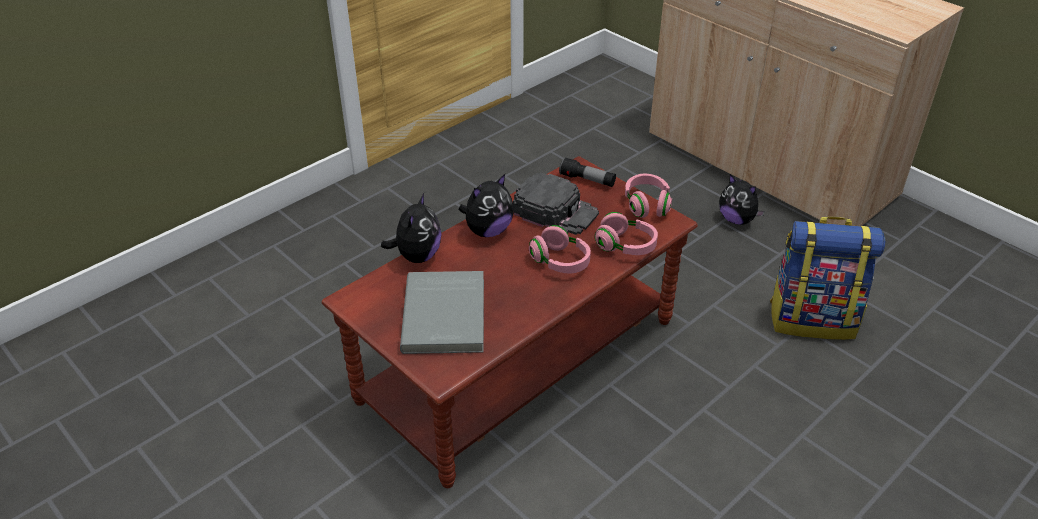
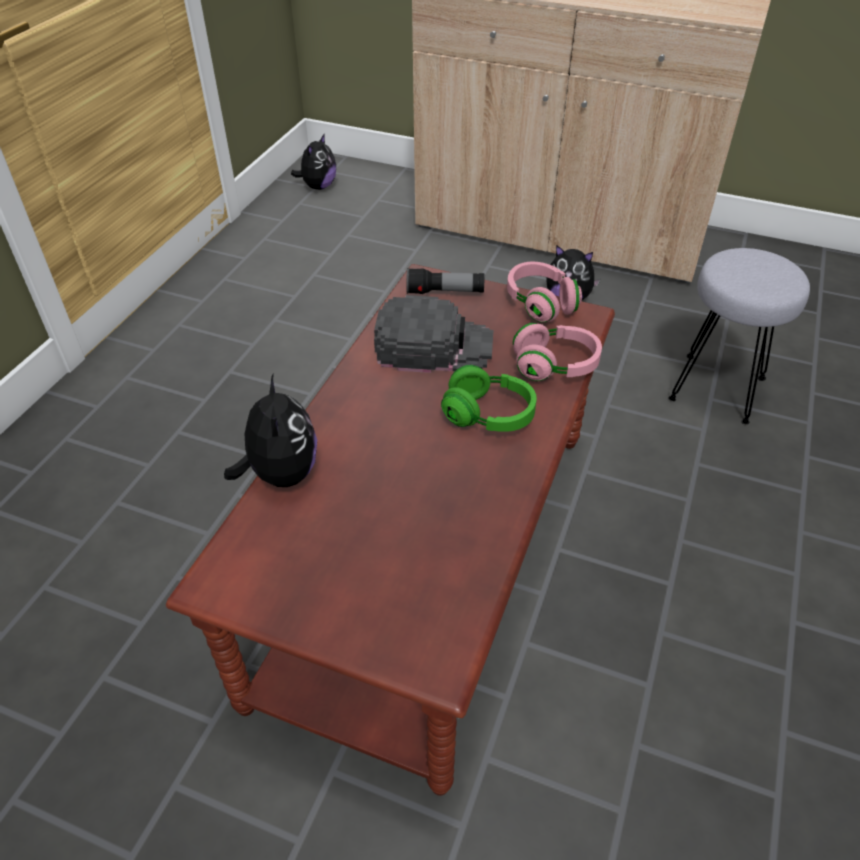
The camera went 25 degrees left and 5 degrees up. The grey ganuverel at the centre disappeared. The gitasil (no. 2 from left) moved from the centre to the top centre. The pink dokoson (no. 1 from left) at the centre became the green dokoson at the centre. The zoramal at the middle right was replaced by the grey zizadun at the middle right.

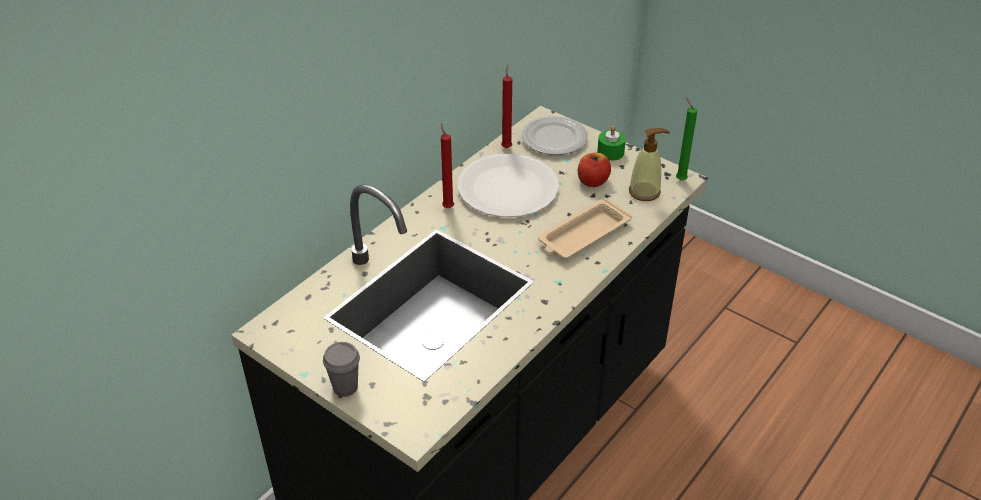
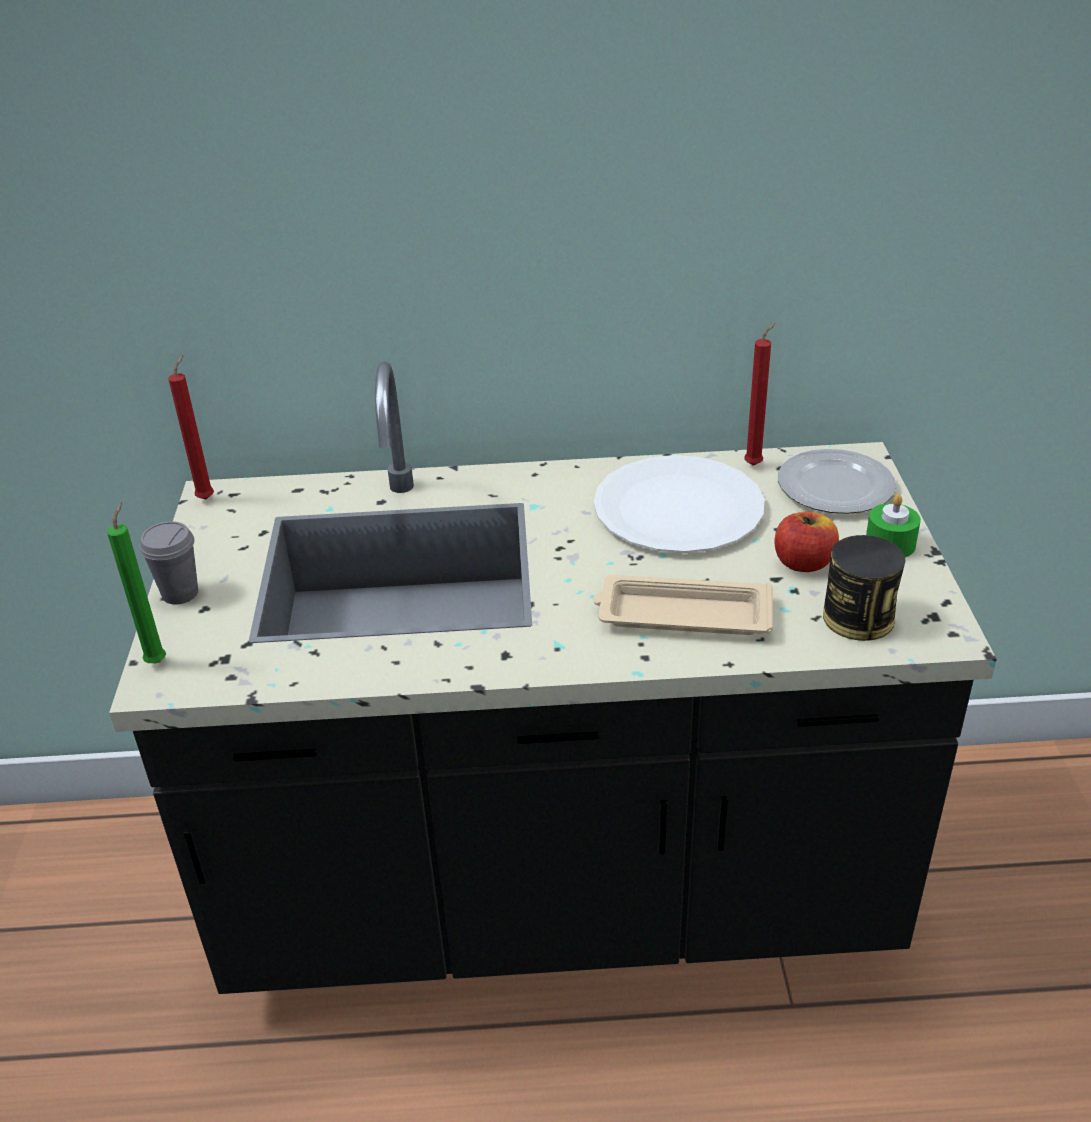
The camera went 50 degrees right and 5 degrees down. The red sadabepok (no. 1 from left) moved from the top centre to the middle left. The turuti at the top centre was replaced by the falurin at the middle right. The green sadabepok (no. 2 from left in the first image) moved from the top right to the middle left.

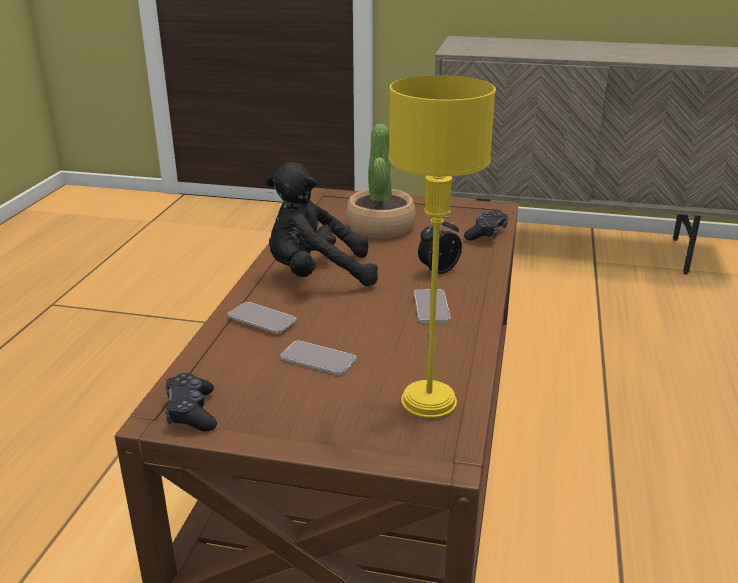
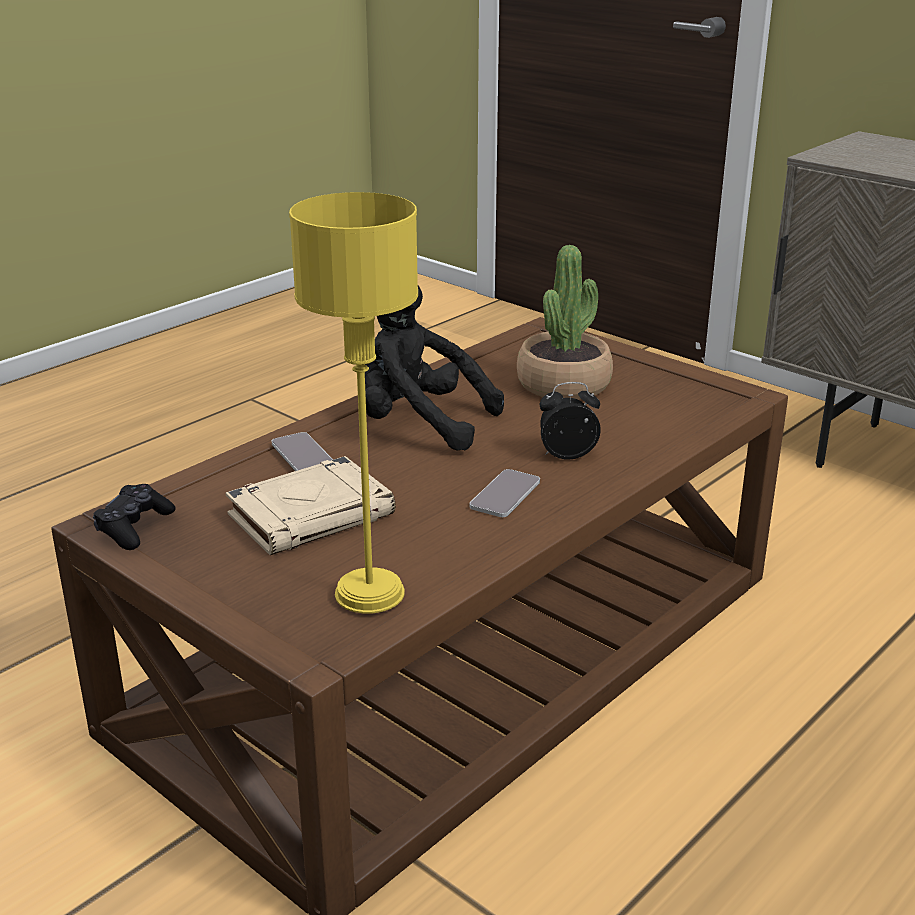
The camera went 30 degrees right and 0 degrees up. The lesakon (no. 2 from left) at the centre was replaced by the beige ganuverel at the centre. The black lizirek (no. 2 from left) at the centre disappeared.

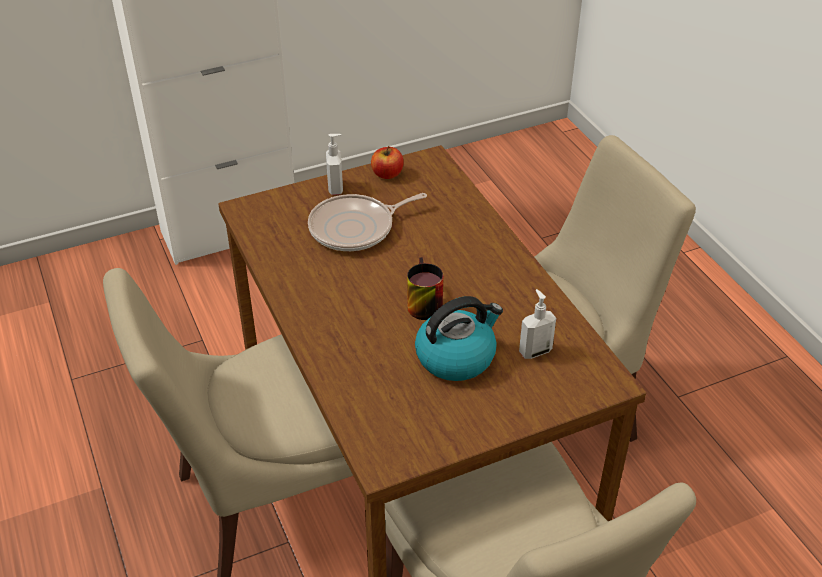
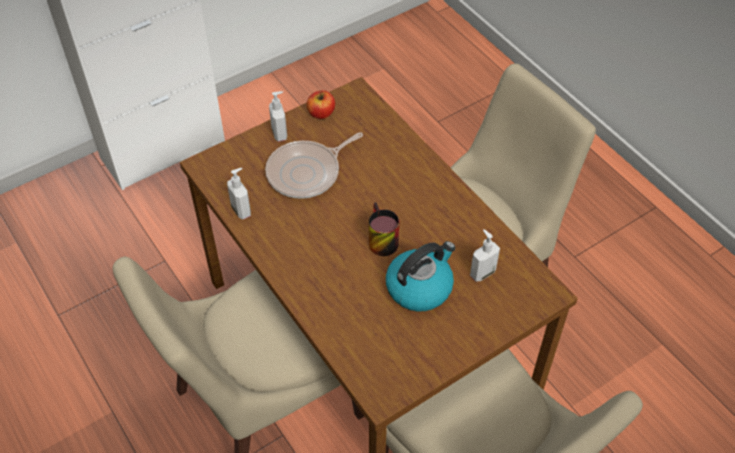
The camera went 10 degrees left and 10 degrees up. The turuti (no. 1 from left) at the middle left appeared.

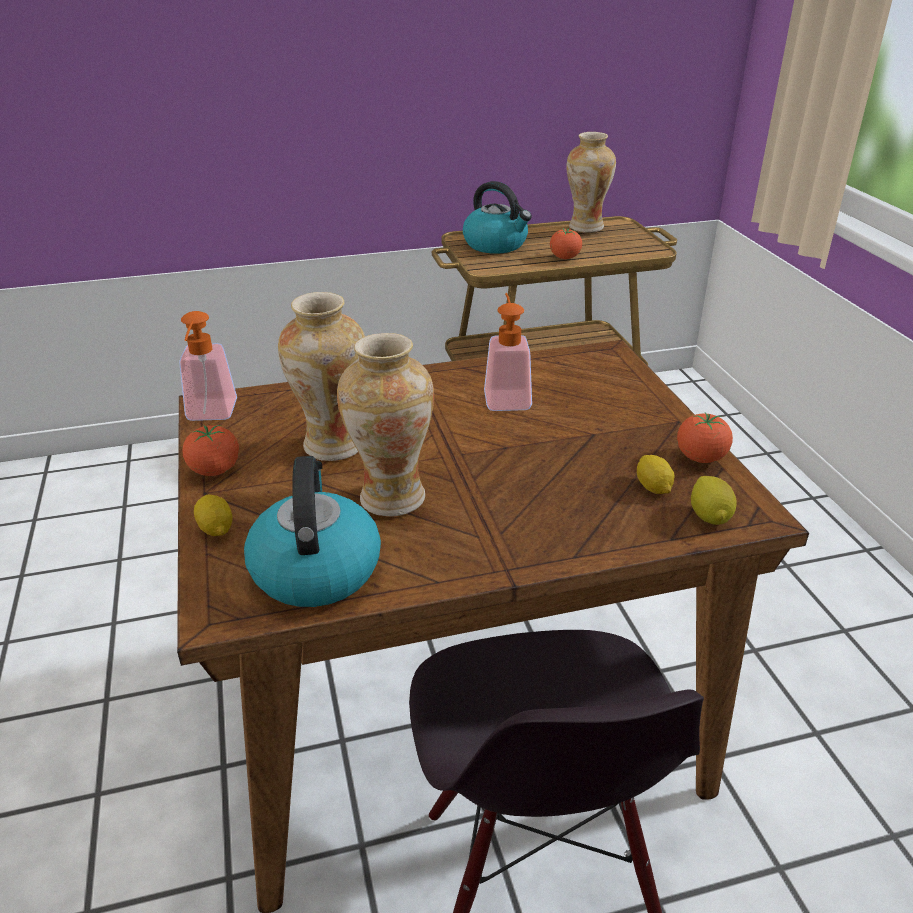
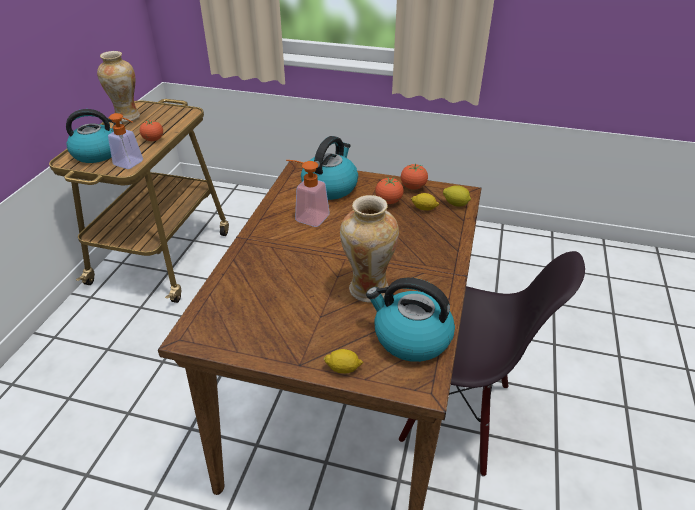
The camera went 60 degrees left and 5 degrees up. The turuti (no. 1 from left) moved from the middle left to the top left. The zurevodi (no. 1 from left in the first image) moved from the middle left to the centre. The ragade (no. 1 from left) at the centre disappeared. The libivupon (no. 2 from left) at the top centre appeared.

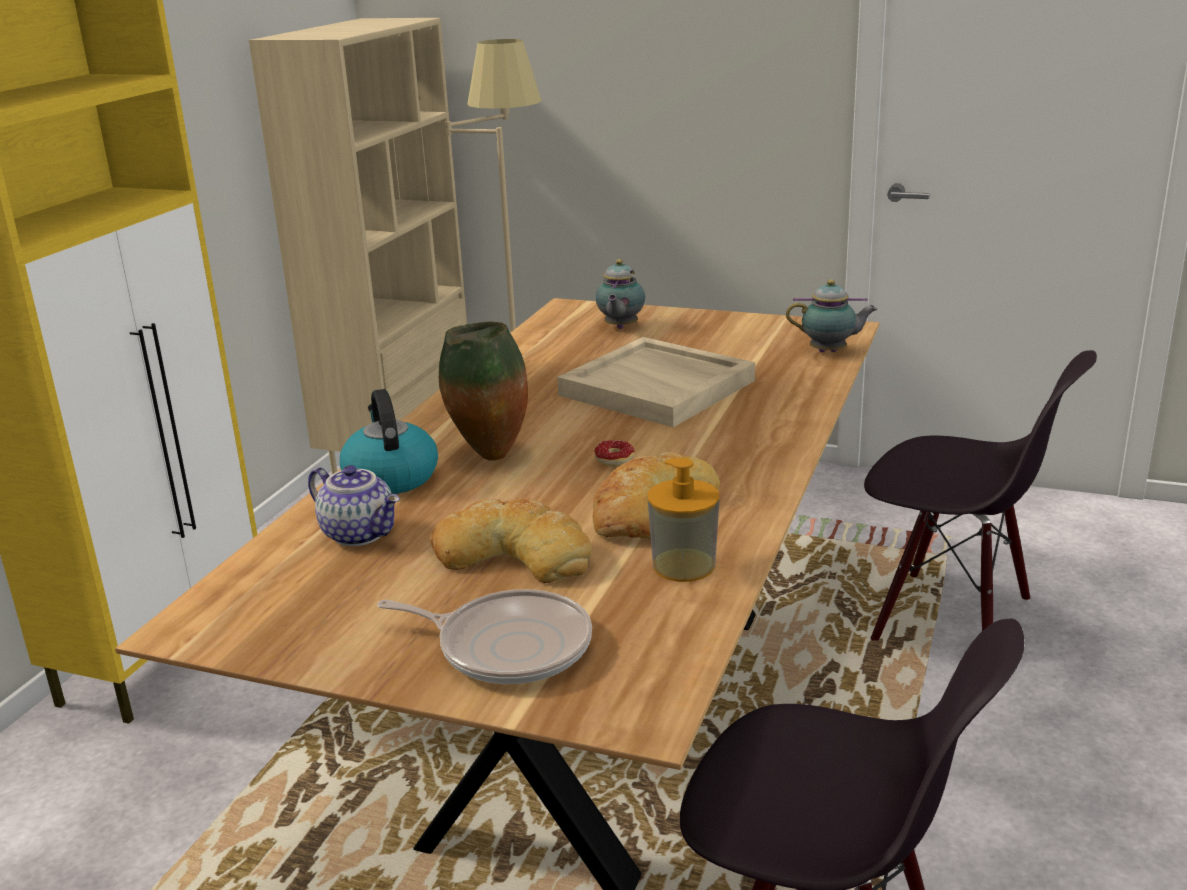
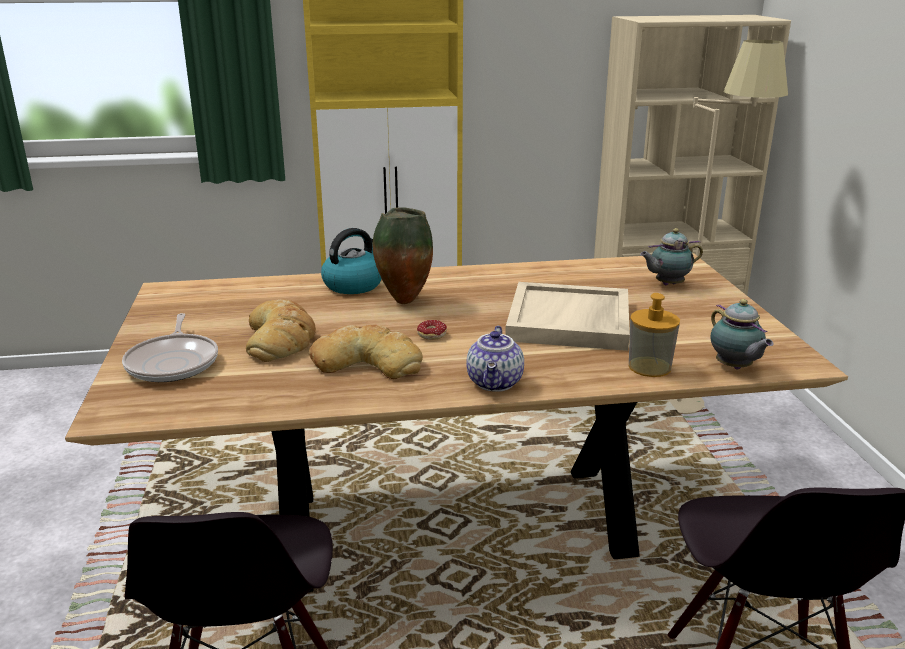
The camera went 60 degrees right and 0 degrees up. The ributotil (no. 1 from left) moved from the middle left to the centre. The turuti moved from the centre to the middle right.

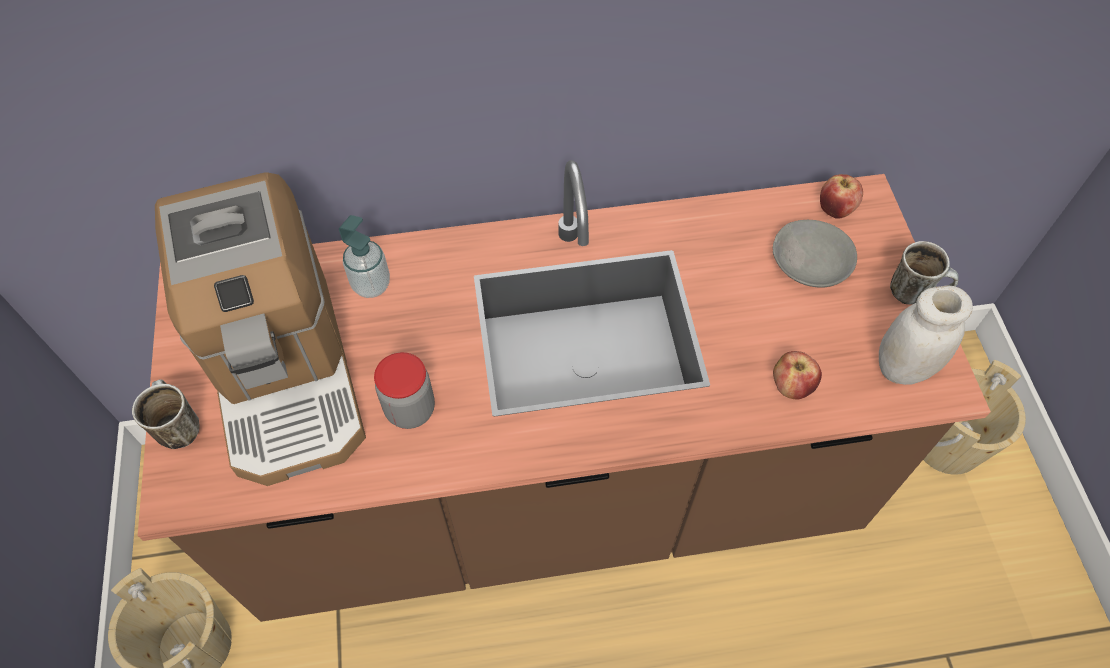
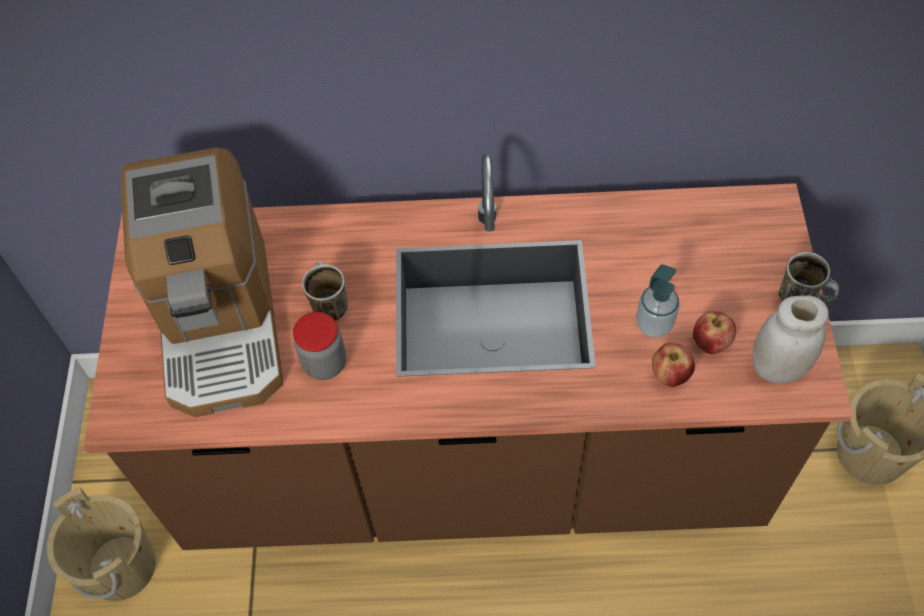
The camera went 10 degrees right and 0 degrees up. The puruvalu (no. 1 from left) moved from the middle left to the centre. The turuti moved from the middle left to the middle right. The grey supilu at the middle right disappeared. The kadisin (no. 2 from left) moved from the top right to the middle right.

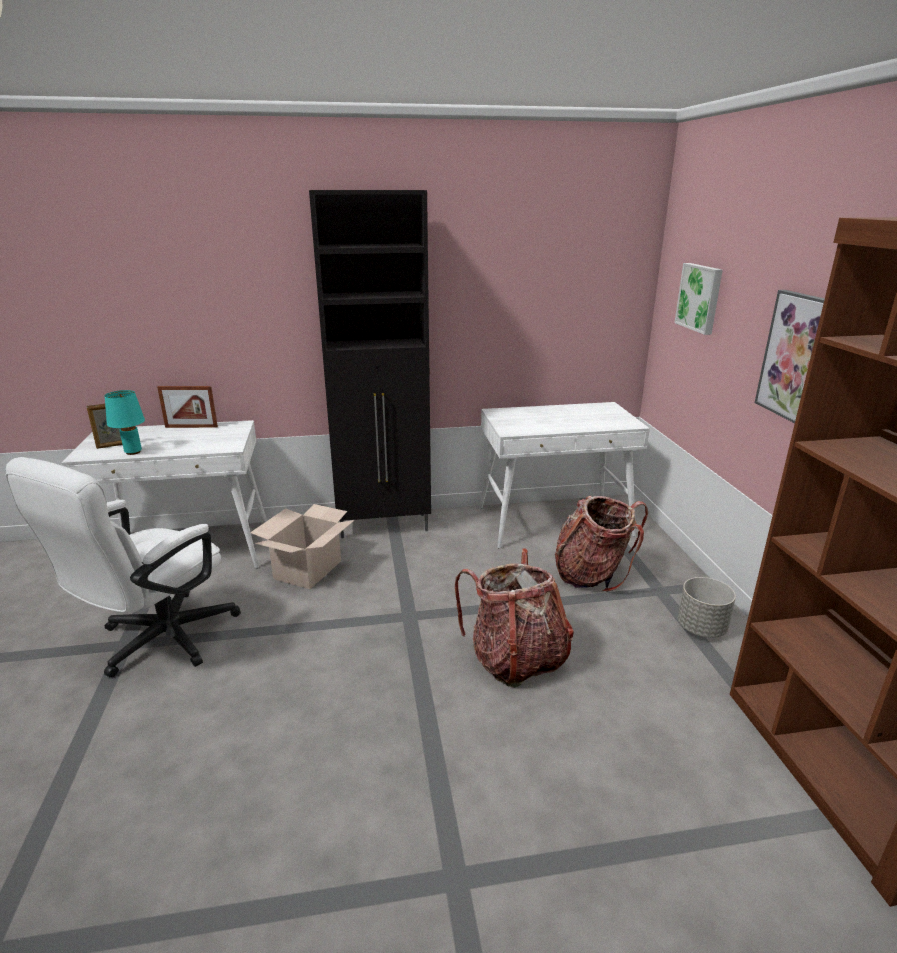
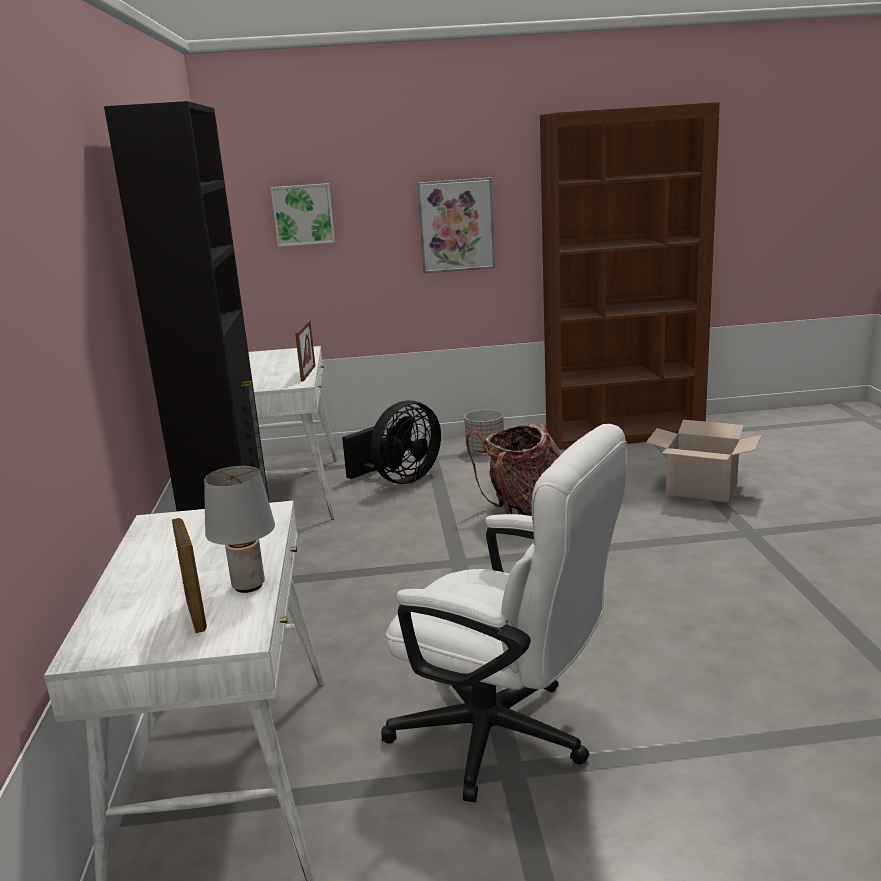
The camera went 85 degrees left and 5 degrees down. The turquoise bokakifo at the middle left became the grey bokakifo at the middle left. The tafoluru (no. 2 from left) moved from the middle left to the centre. The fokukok moved from the centre to the middle right. The zoramal (no. 2 from left) at the middle right was replaced by the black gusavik at the centre.

